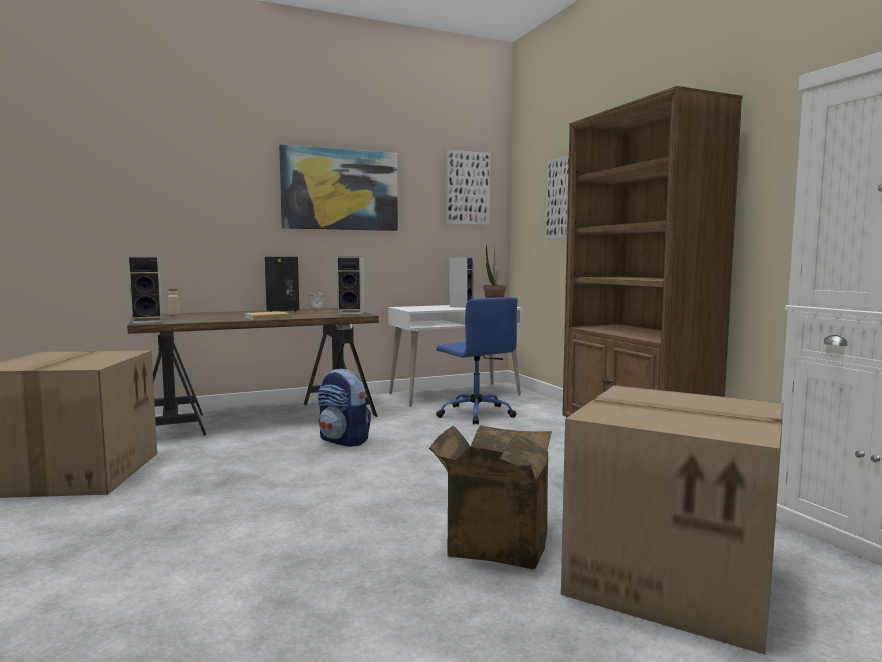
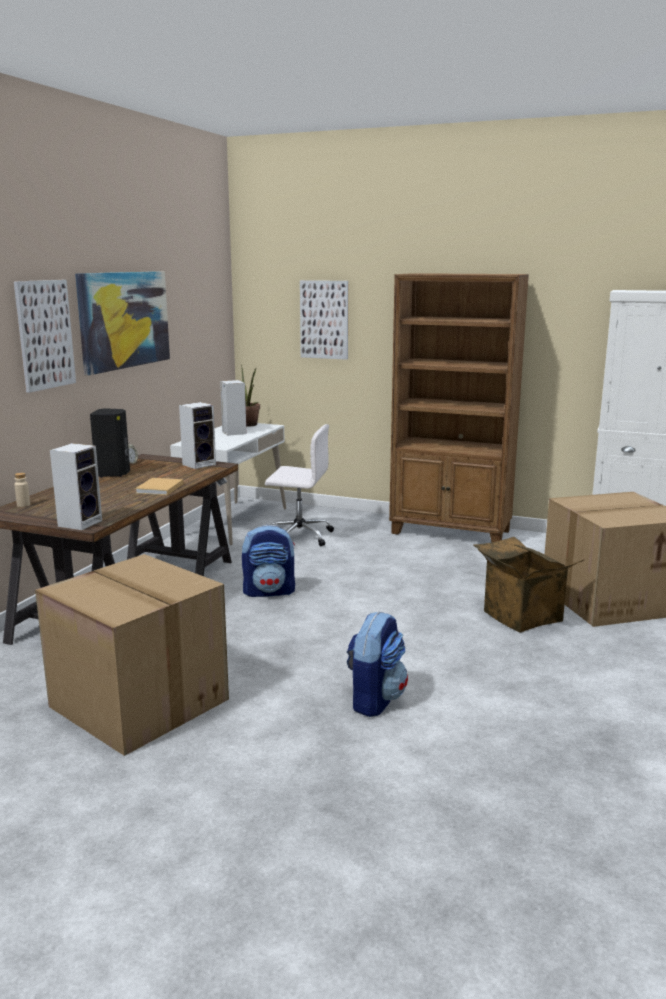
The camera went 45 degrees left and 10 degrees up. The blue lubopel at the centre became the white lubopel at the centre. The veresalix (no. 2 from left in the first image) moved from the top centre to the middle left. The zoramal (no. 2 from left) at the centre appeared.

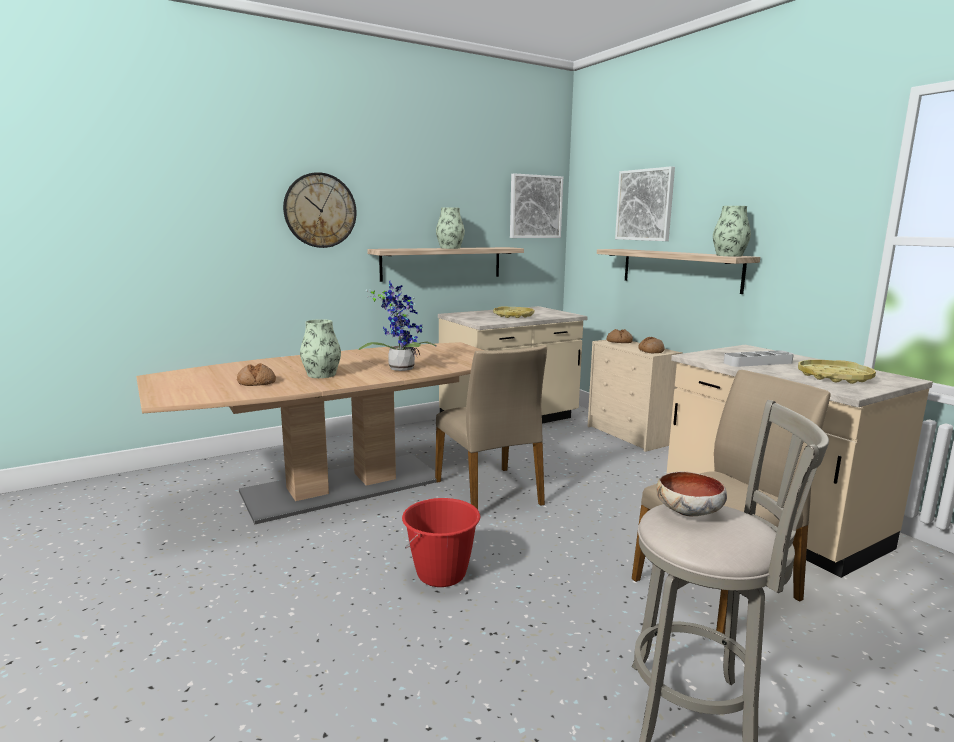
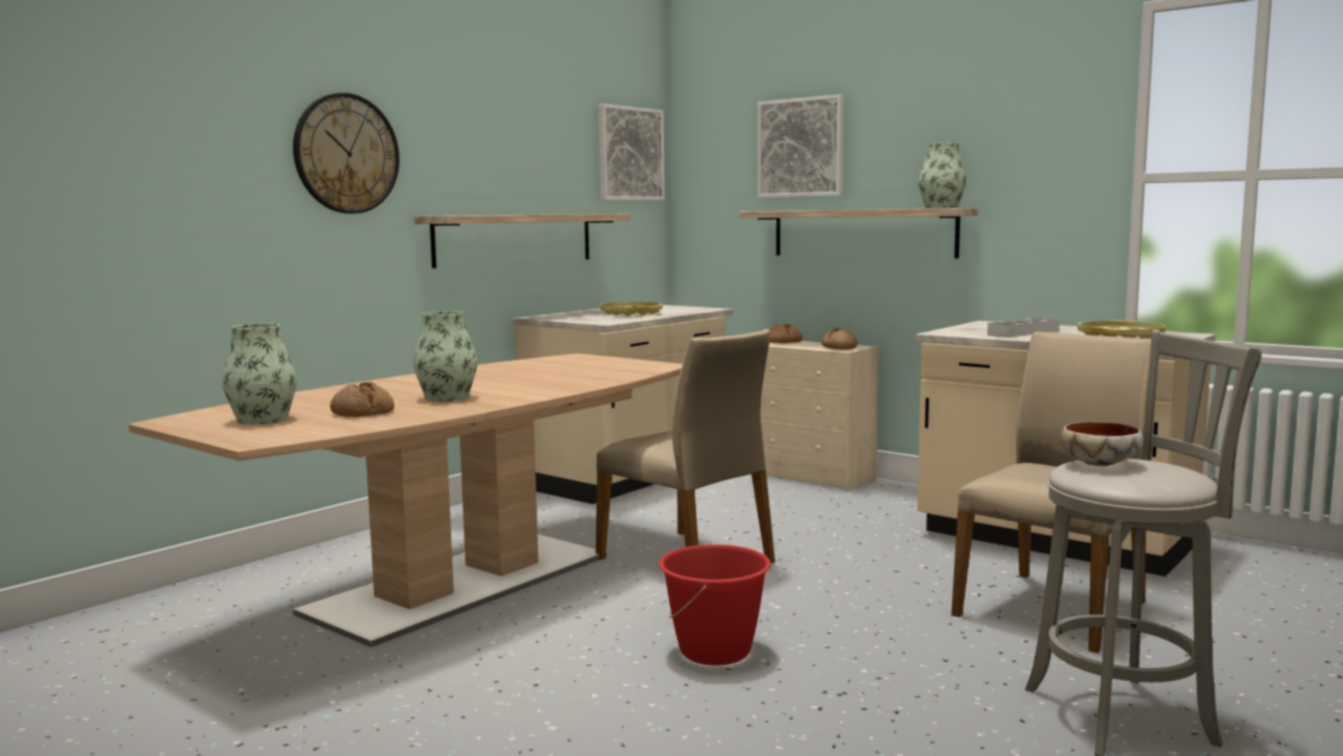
The camera went 20 degrees left and 5 degrees down. The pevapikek at the centre disappeared. The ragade (no. 2 from left in the first image) moved from the top centre to the middle left.

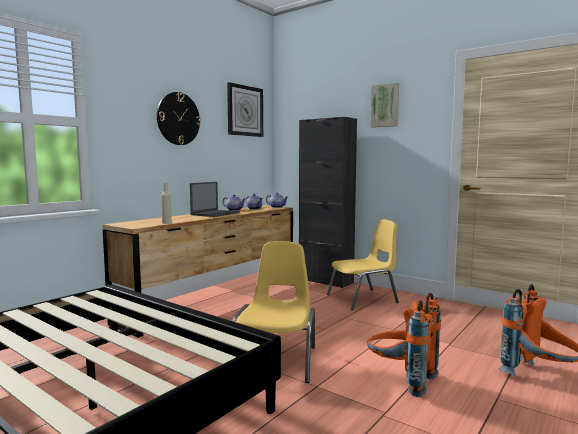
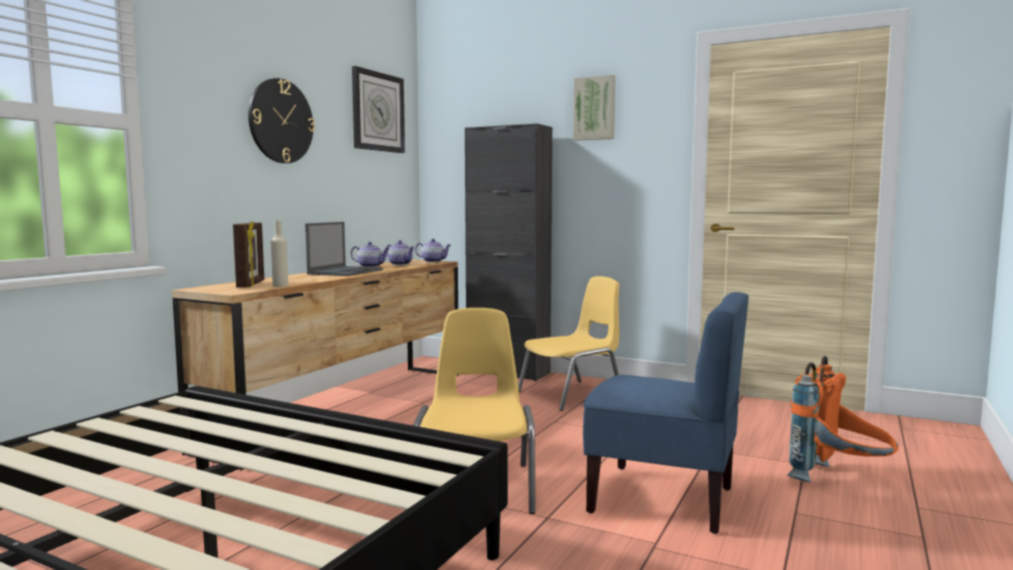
The camera went 10 degrees left and 0 degrees up. The orange zoramal (no. 1 from left) at the bottom right was replaced by the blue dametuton at the bottom centre. The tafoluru at the middle left appeared.

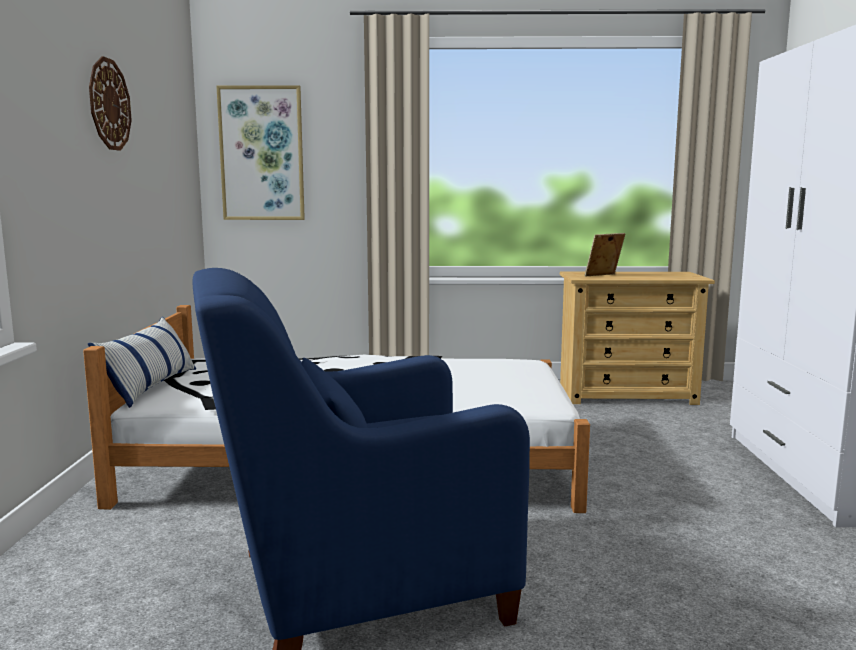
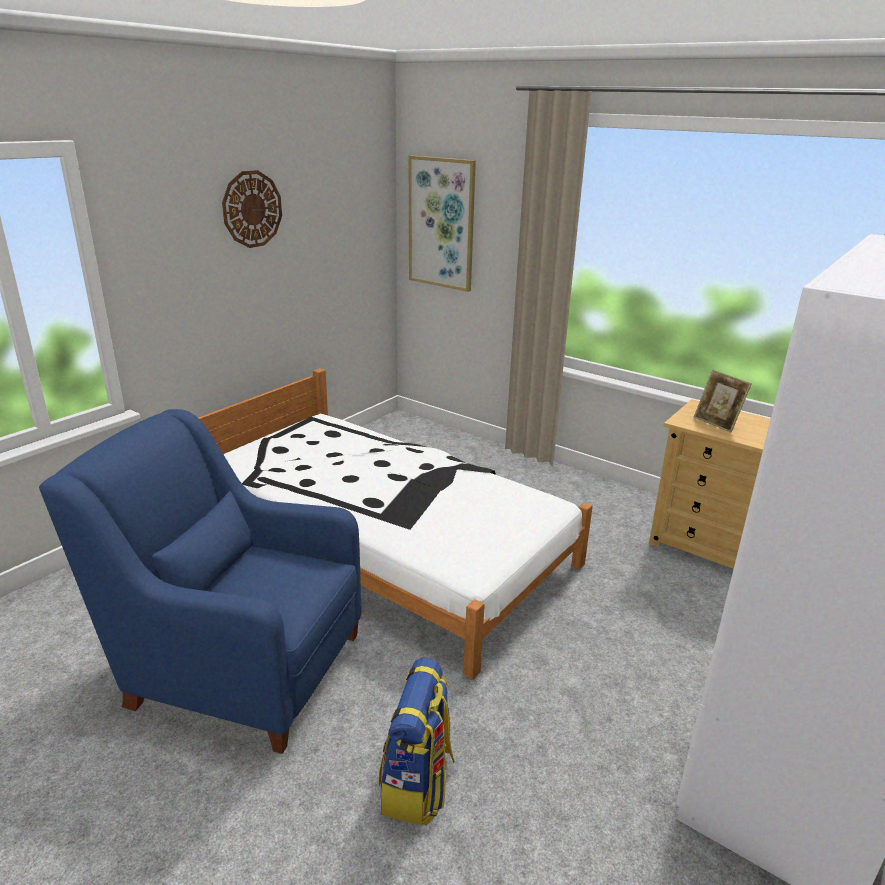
The camera went 35 degrees right and 15 degrees up. The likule at the middle left disappeared. The tafoluru at the middle right turned 135 degrees counterclockwise. The zoramal at the bottom centre appeared.

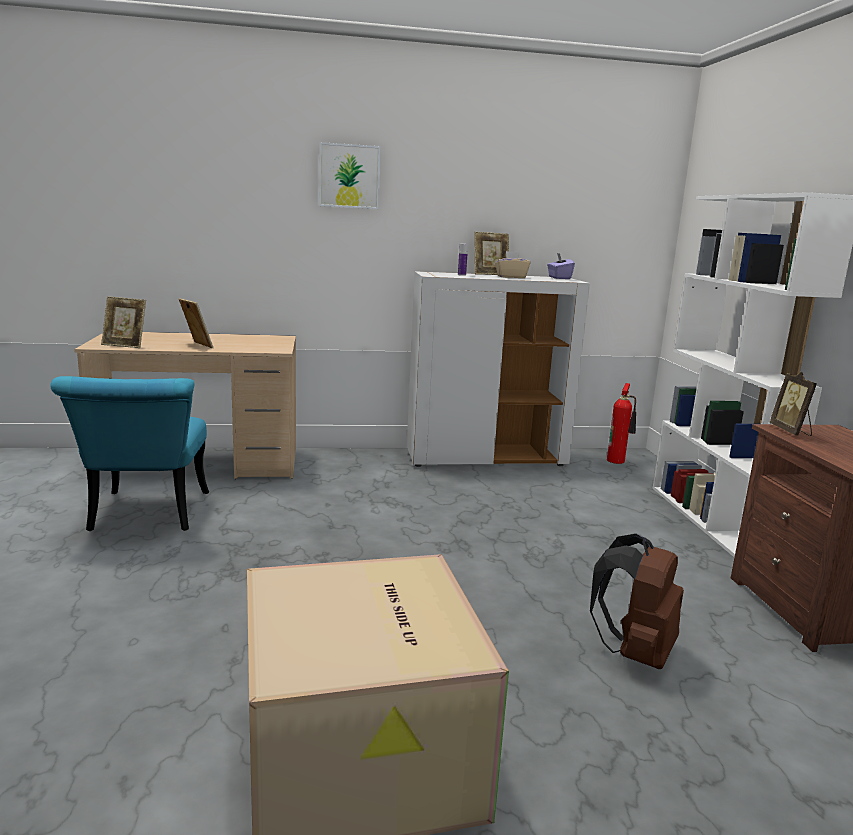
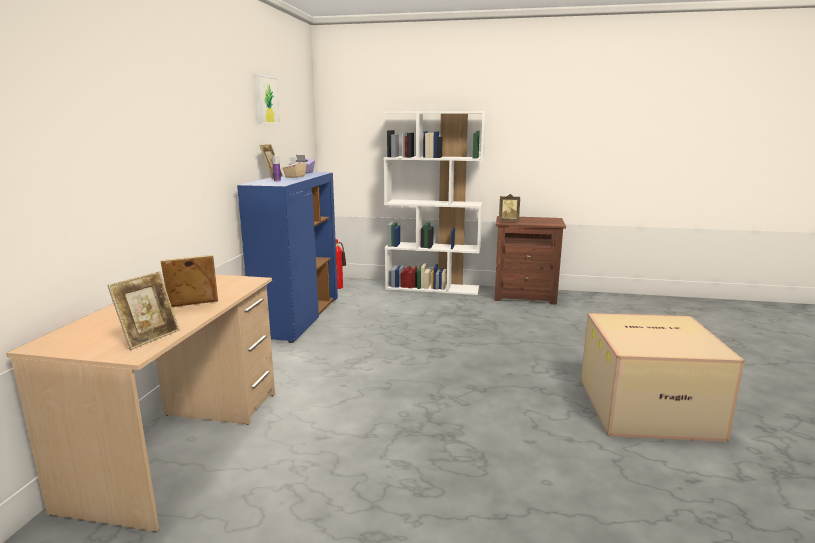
The camera went 70 degrees left and 0 degrees up. The turquoise dametuton at the middle left disappeared. The veresalix moved from the top centre to the top left. The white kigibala at the centre became the blue kigibala at the centre. The brown zoramal at the bottom right disappeared.

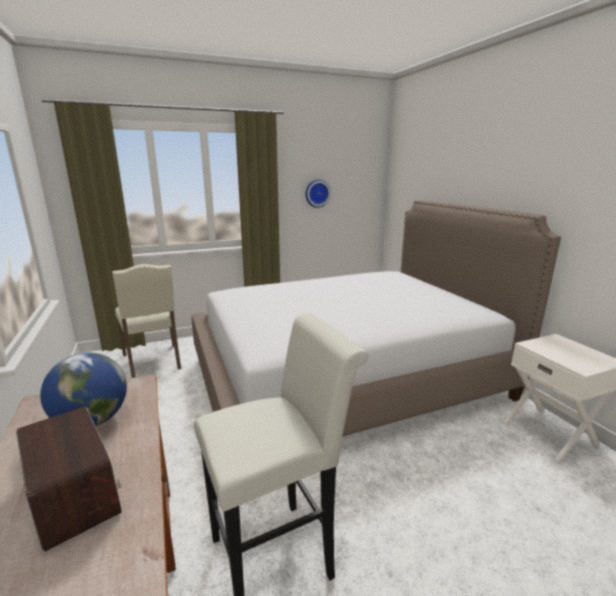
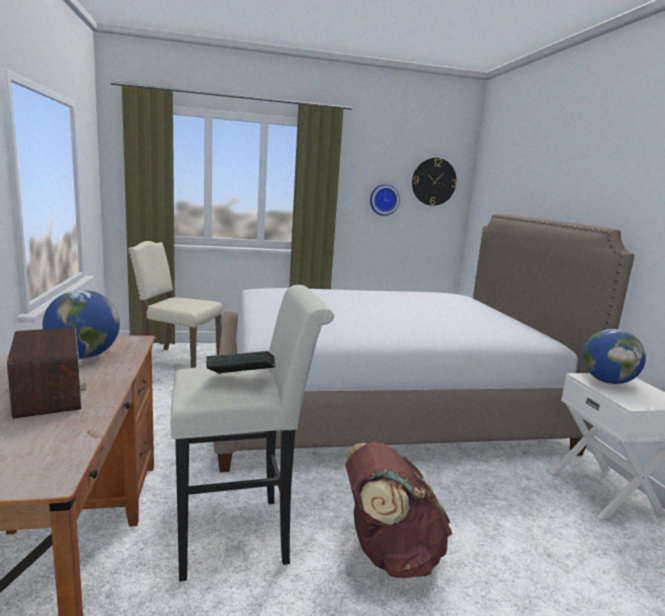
The camera went 10 degrees right and 5 degrees down. The beige dametuton at the middle left turned 120 degrees clockwise. The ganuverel at the centre appeared. The brown zoramal at the bottom centre appeared. The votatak (no. 2 from left) at the top centre appeared. The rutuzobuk (no. 2 from left) at the middle right appeared.

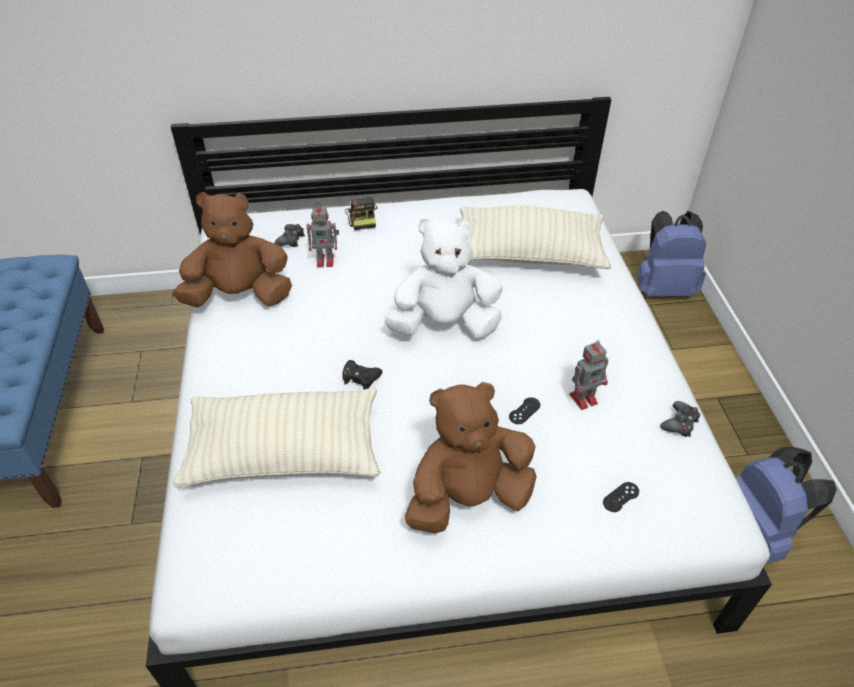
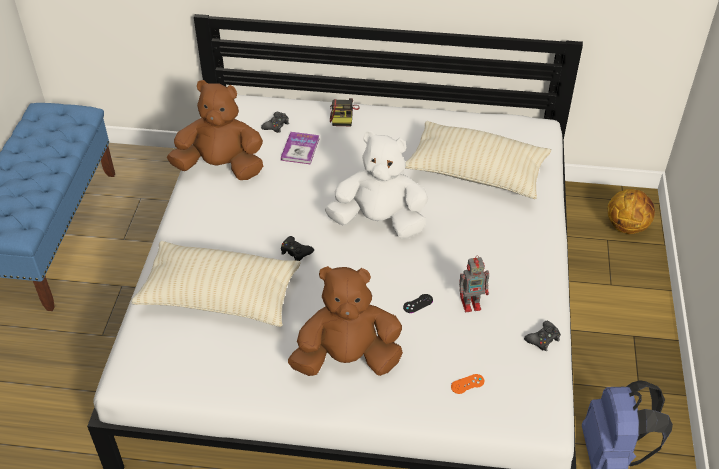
The camera went 15 degrees right and 0 degrees up. The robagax (no. 1 from left) at the centre was replaced by the ganuverel at the top centre. The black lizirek (no. 4 from left) at the bottom right became the orange lizirek at the bottom centre. The blue zoramal (no. 1 from left) at the middle right was replaced by the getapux at the middle right.

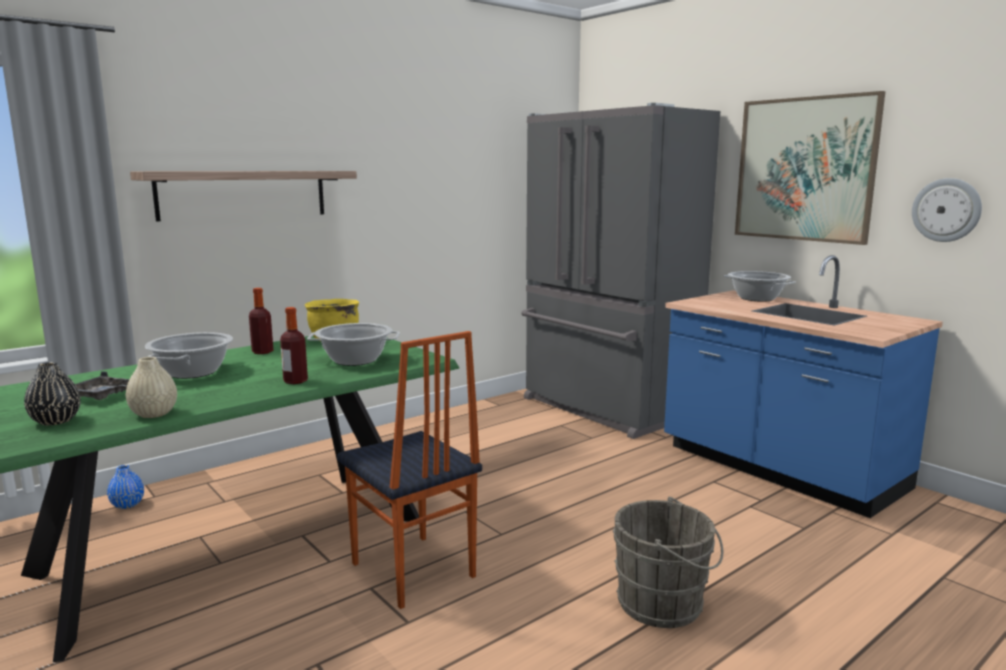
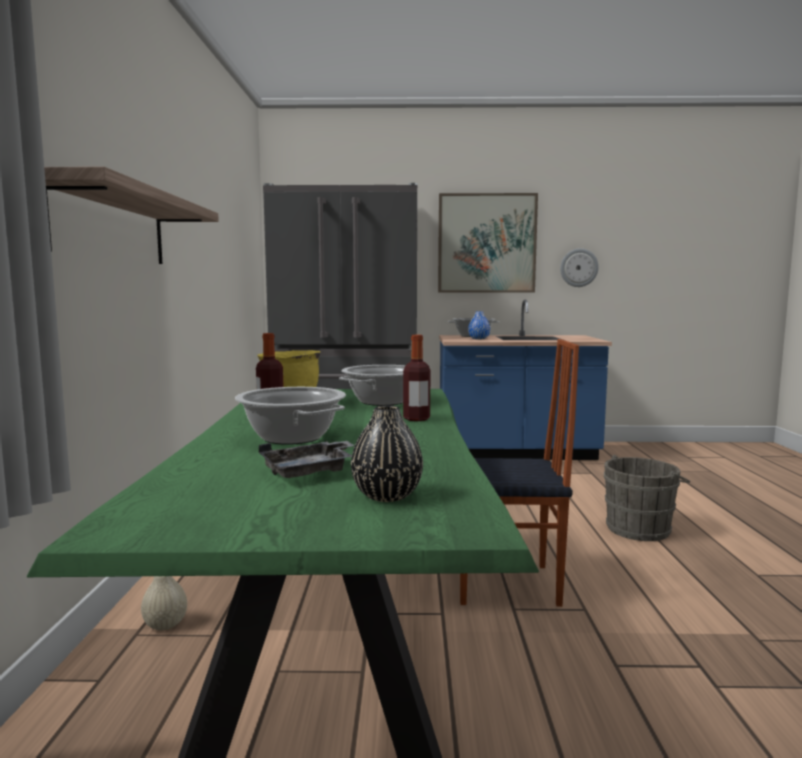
The camera went 50 degrees left and 5 degrees down. The blue ragade moved from the bottom left to the centre. The beige ragade moved from the middle left to the bottom left.

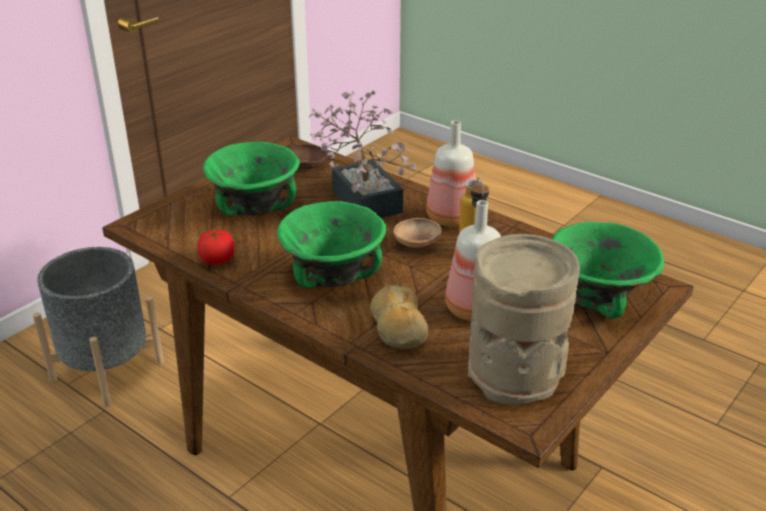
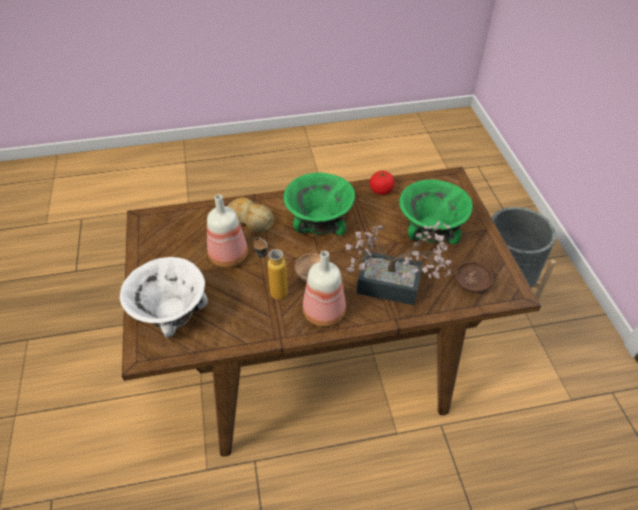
The camera went 130 degrees right and 15 degrees up. The beige ragade at the middle right disappeared. The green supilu (no. 3 from left) at the middle right became the white supilu at the middle left.

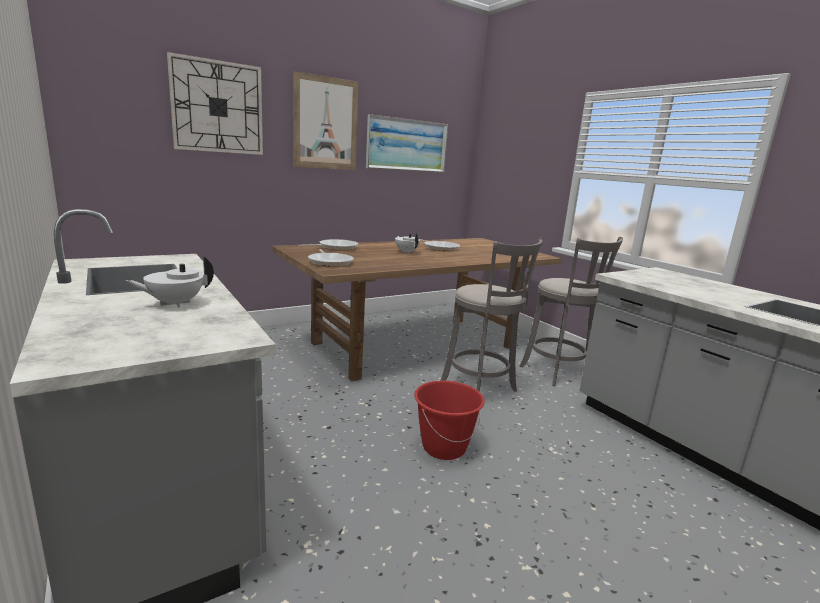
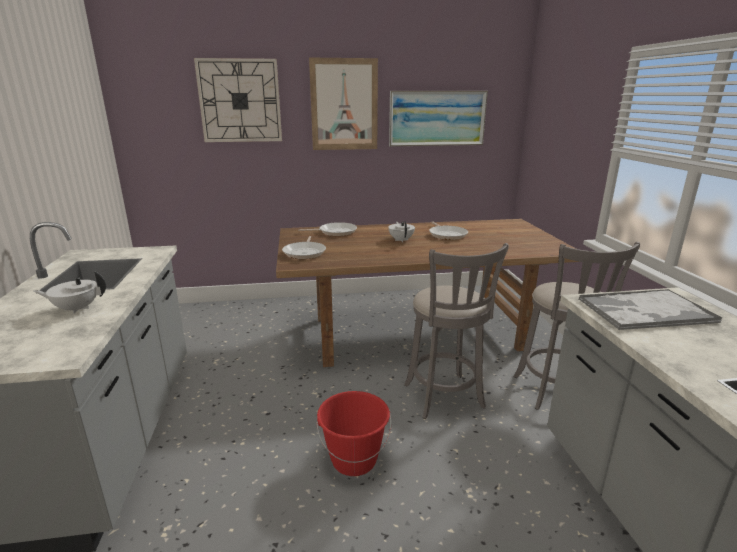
The camera went 25 degrees right and 5 degrees up. The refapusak at the middle right appeared.

